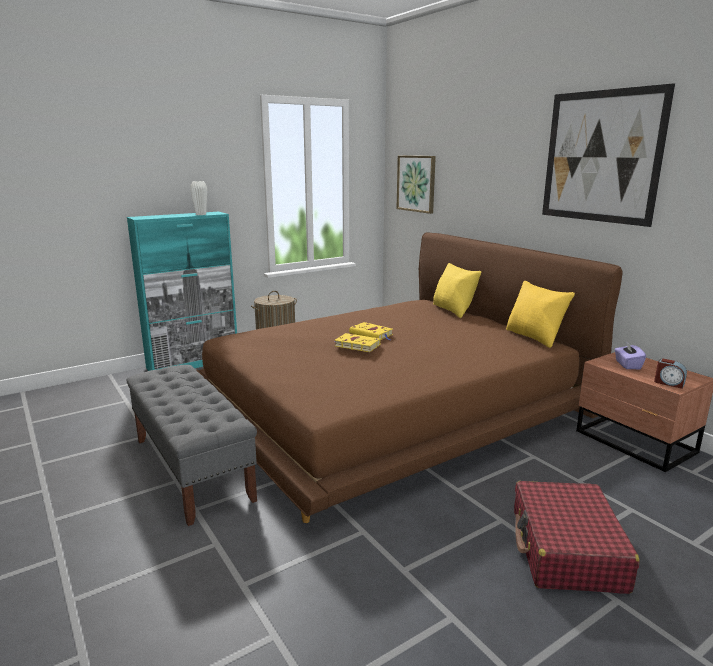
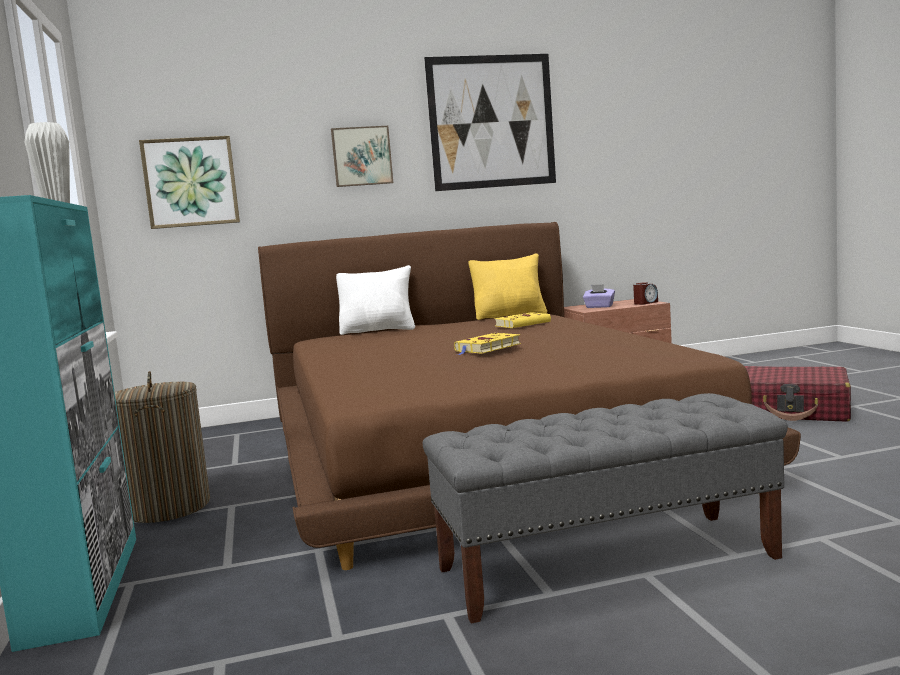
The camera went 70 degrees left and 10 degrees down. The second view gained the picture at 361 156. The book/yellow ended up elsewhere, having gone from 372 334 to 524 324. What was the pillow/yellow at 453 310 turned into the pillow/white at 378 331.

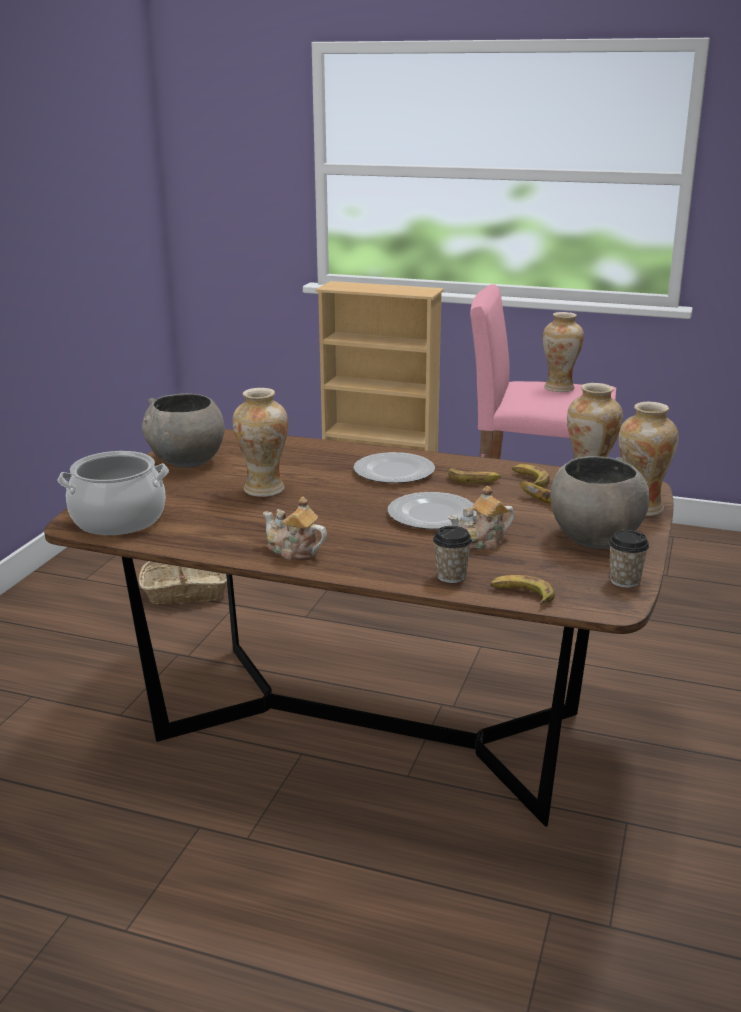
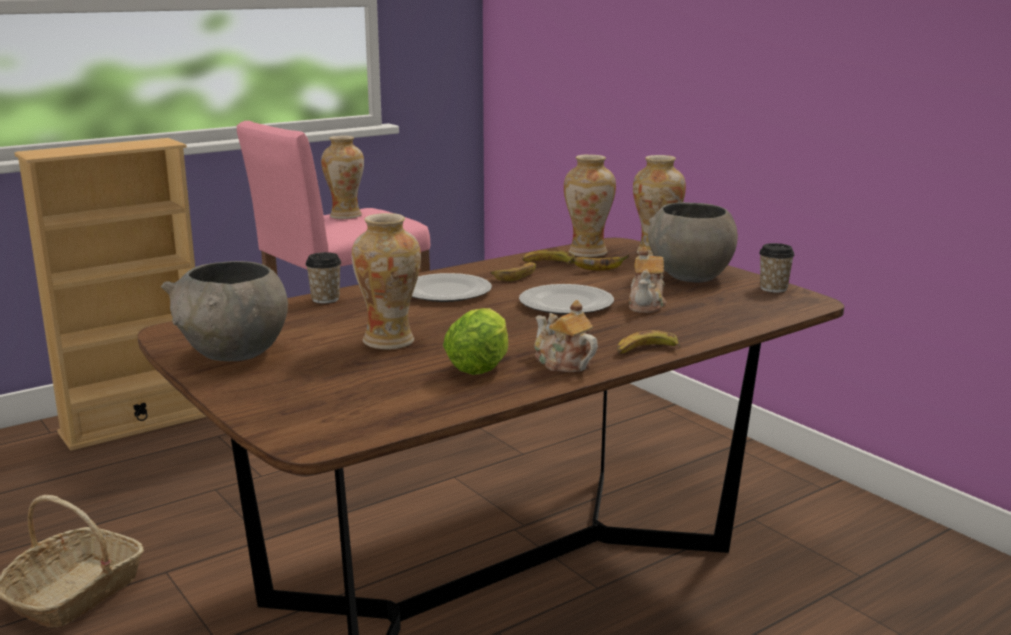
The camera went 55 degrees left and 5 degrees down. The second view lost the cooking pot at 118 520. The second view gained the lettuce at 481 365. The cup ended up elsewhere, having gone from 451 576 to 325 299. The banana ended up elsewhere, having gone from 522 595 to 646 350. The teapot at 293 550 ended up facing another way, 75 degrees clockwise from before.

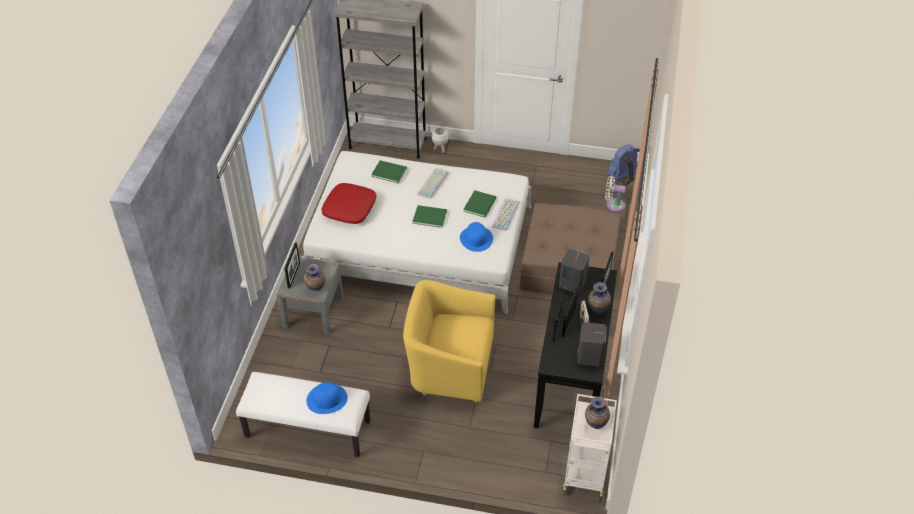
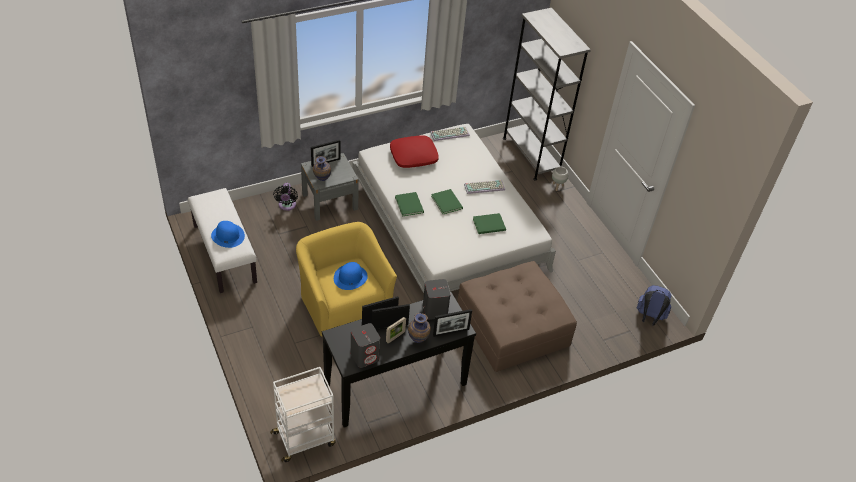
The camera went 50 degrees right and 0 degrees up. The second view lost the vase at 595 425. The second view lost the fan/white at 613 205. The second view gained the fan/black at 287 206. The book/green ended up elsewhere, having gone from 388 171 to 409 204. The hat/blue ended up elsewhere, having gone from 476 239 to 350 277. The keyboard ended up elsewhere, having gone from 505 214 to 450 133.

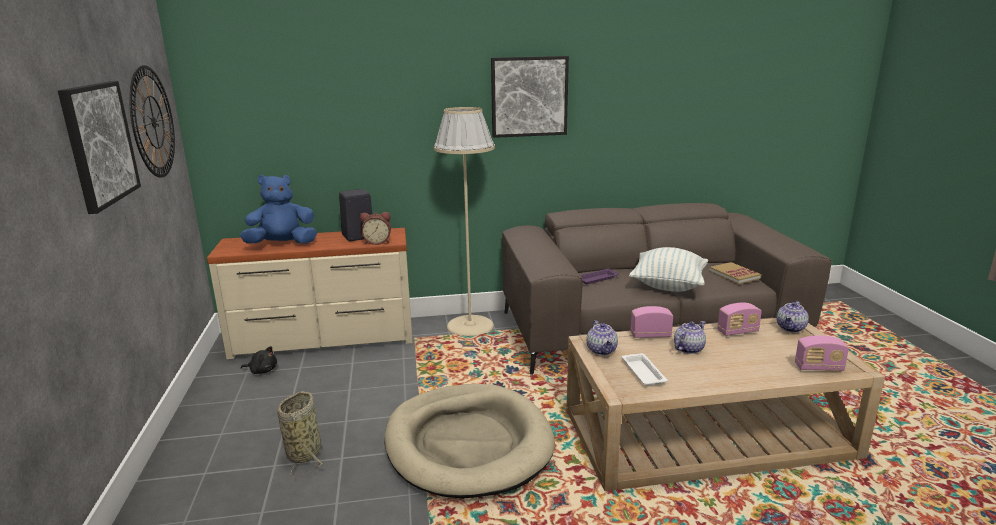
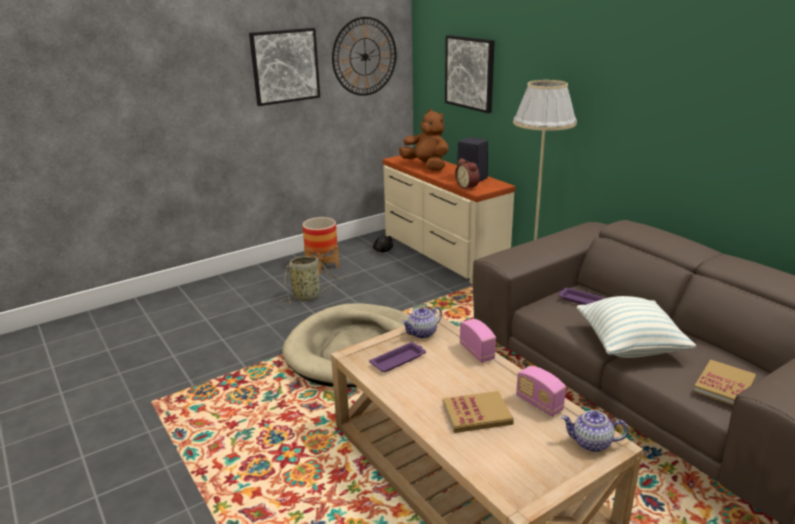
The camera went 65 degrees right and 5 degrees up. The second view lost the teapot at 688 348. The second view lost the radio at 818 367. The second view gained the planter at 322 267. The second view gained the book at 477 414. The picture ended up elsewhere, having gone from 529 96 to 470 73. What was the plush toy/blue at 282 244 turned into the plush toy/brown at 426 166. What was the tray/white at 642 372 turned into the tray/purple at 399 360.

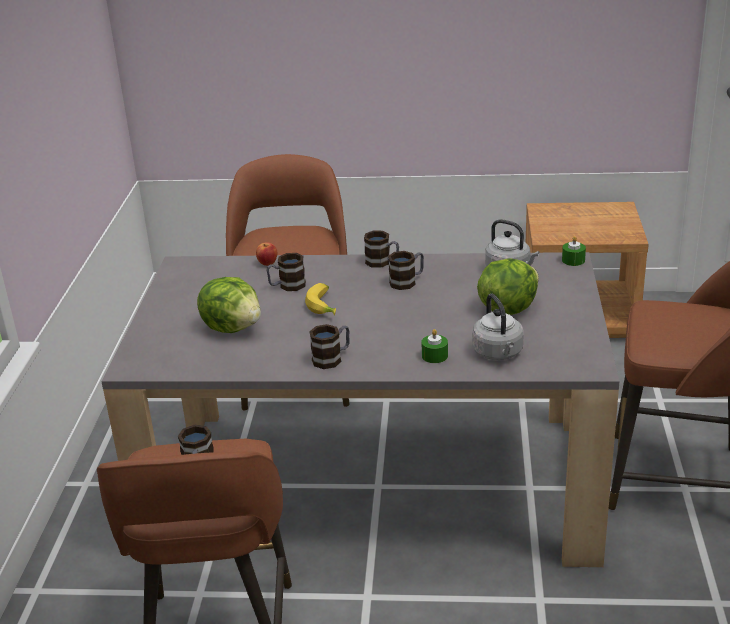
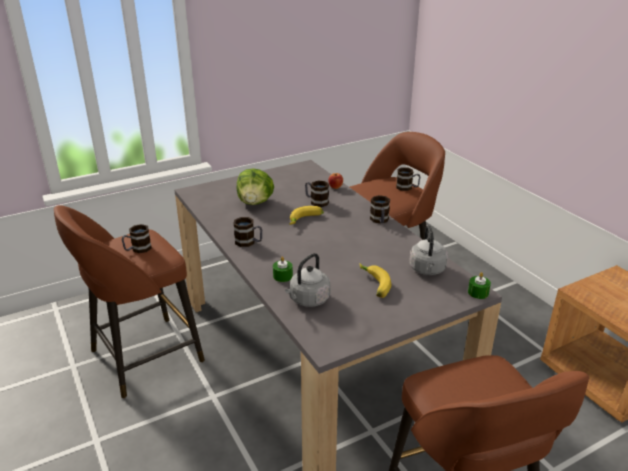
The camera went 55 degrees right and 0 degrees up. The mug ended up elsewhere, having gone from 407 281 to 407 188. Where the lettuce stood at 507 308, the banana came to stand at 373 285.

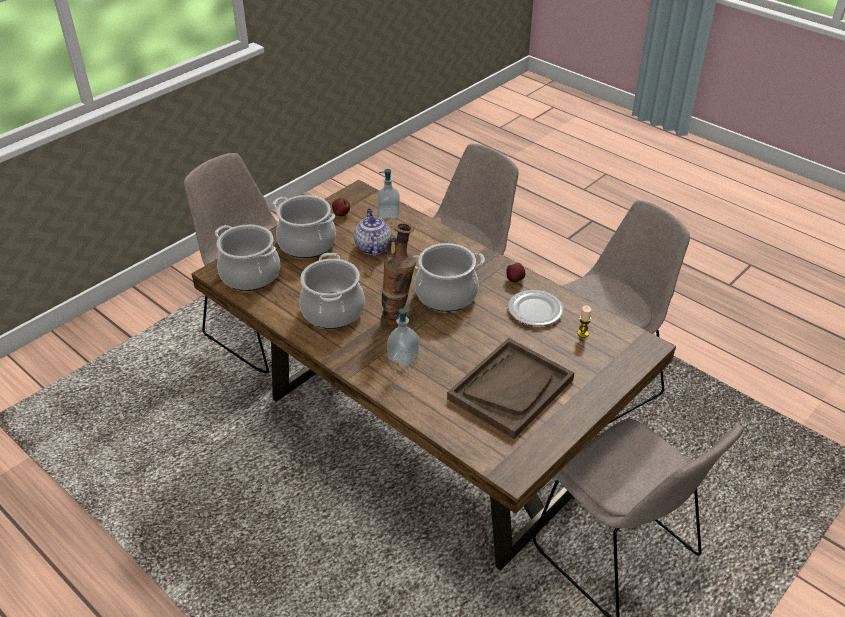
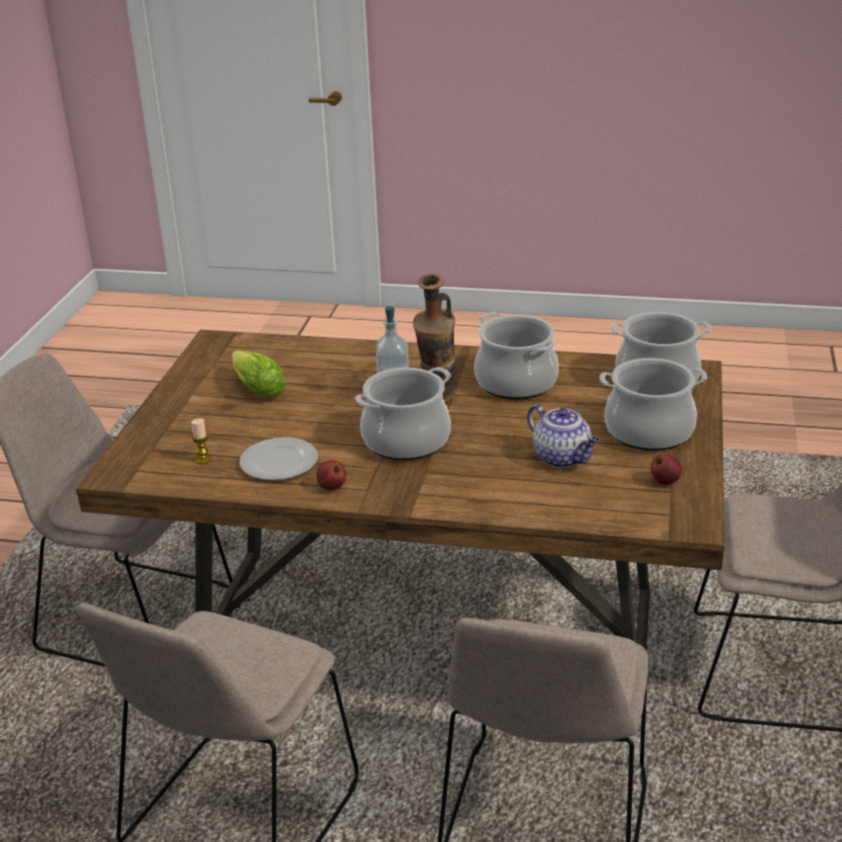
The camera went 150 degrees right and 10 degrees down. The second view lost the soap dispenser at 388 213. Where the tray/brown stood at 510 389, the lettuce came to stand at 256 388.

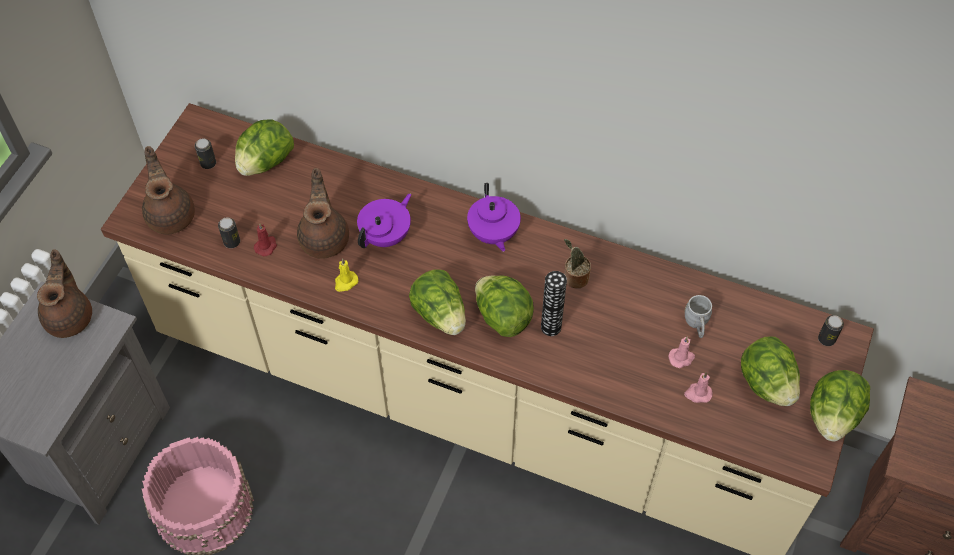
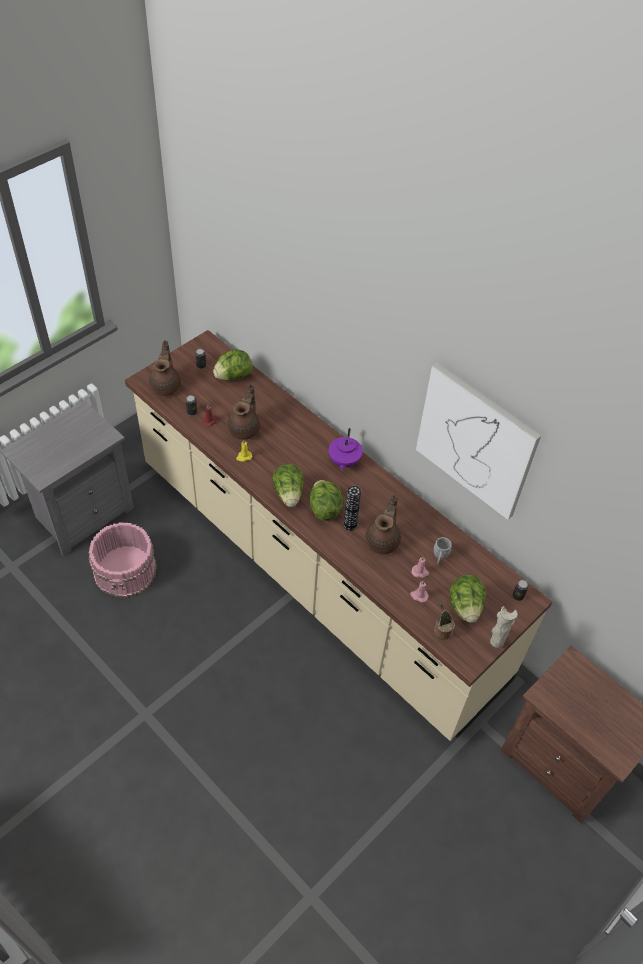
The camera went 20 degrees right and 5 degrees down. The second view lost the teapot/purple at 386 236. The second view gained the picture at 475 441. The teapot/brown ended up elsewhere, having gone from 70 316 to 383 540. The potted plant ended up elsewhere, having gone from 574 277 to 441 631. Where the lettuce stood at 832 416, the vase/beige came to stand at 497 641.

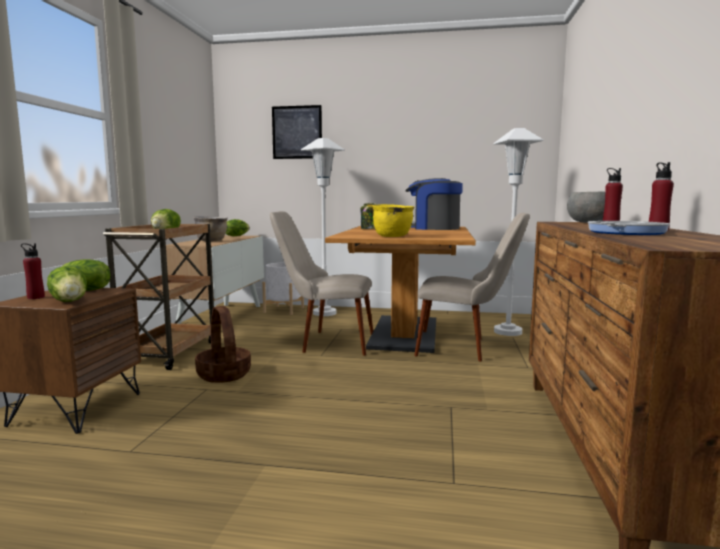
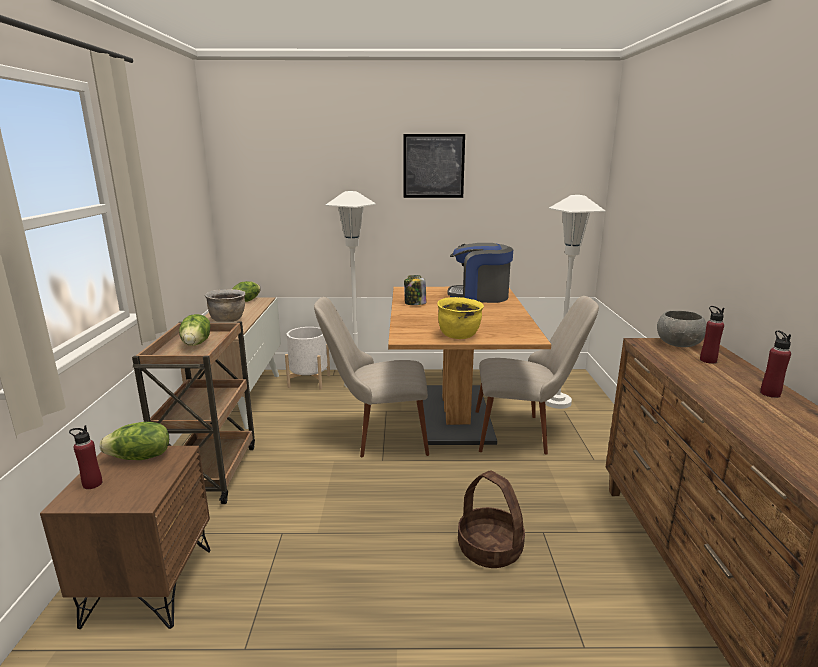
The camera went 10 degrees left and 10 degrees up. The second view lost the lettuce at 70 301. The second view lost the frying pan at 624 233. The basket ended up elsewhere, having gone from 224 374 to 490 548. The picture ended up elsewhere, having gone from 297 132 to 433 166.

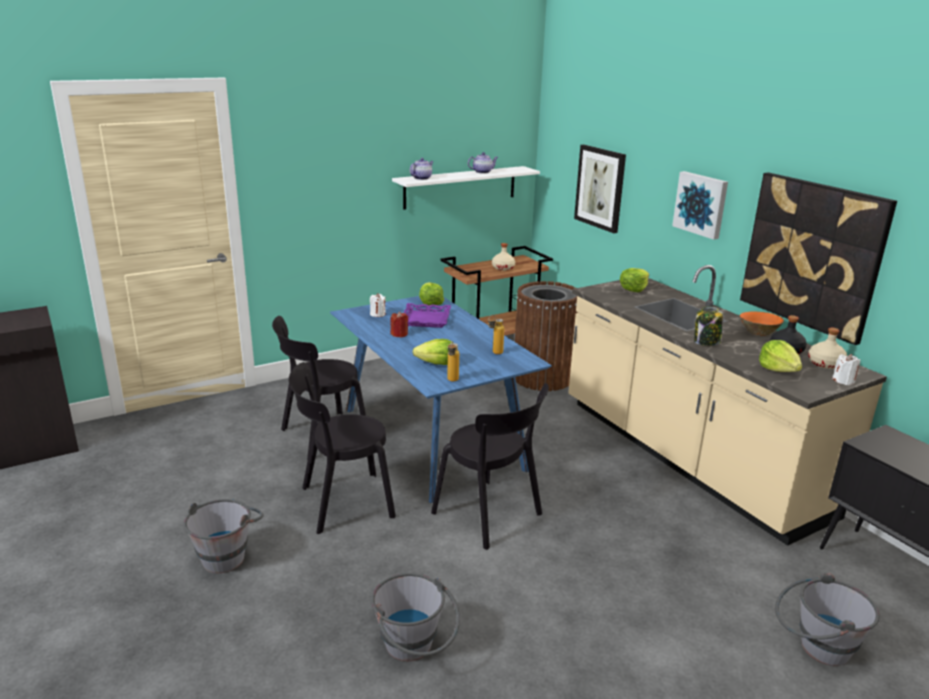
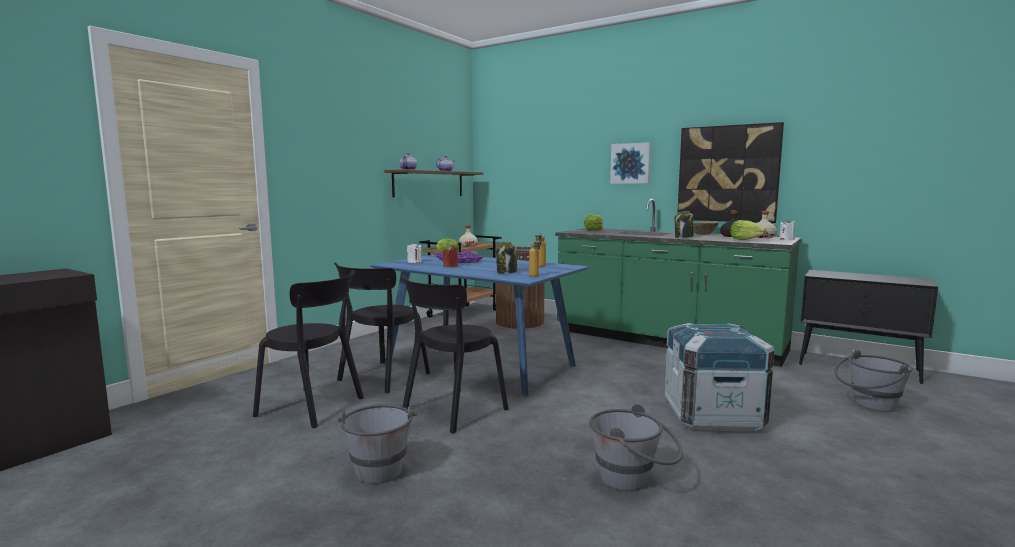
The camera went 25 degrees left and 15 degrees down. The second view lost the picture at 600 188. The second view gained the crate at 712 416. The chair/black ended up elsewhere, having gone from 490 516 to 314 407. Where the lettuce stood at 437 363, the jar came to stand at 507 272. What was the shelf/white at 460 187 turned into the shelf/brown at 429 184. What was the counter/beige at 687 457 turned into the counter/green at 666 341.

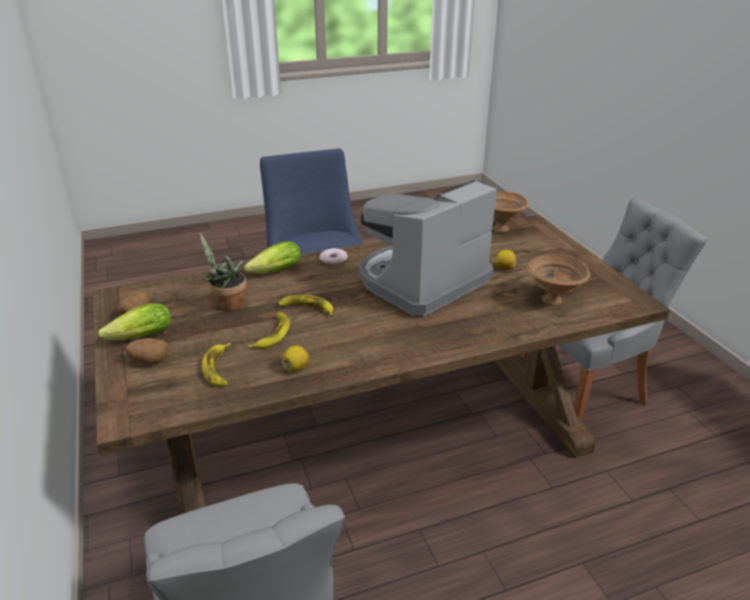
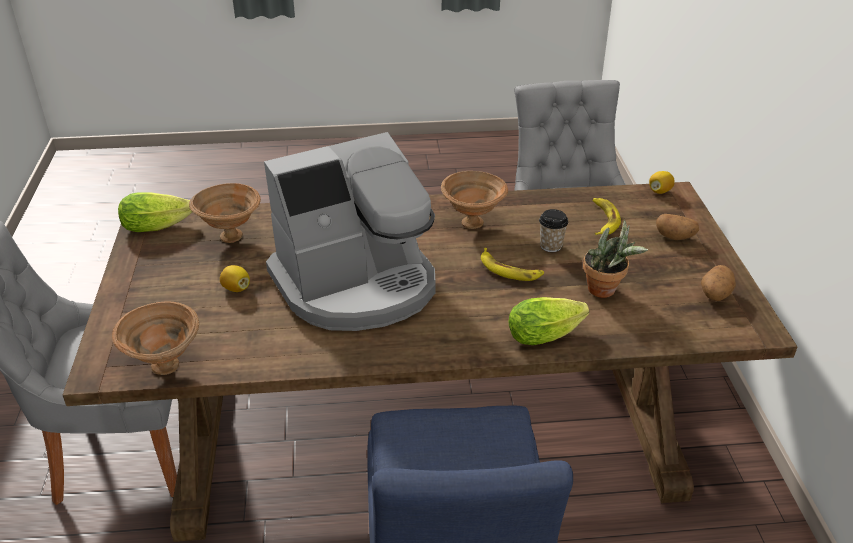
The camera went 165 degrees left and 5 degrees up. The second view lost the donut at 333 259. The second view gained the bowl/brown at 472 222. The lettuce ended up elsewhere, having gone from 137 338 to 160 225. The lemon ended up elsewhere, having gone from 296 368 to 659 191. Where the banana stood at 273 334, the cup came to stand at 551 246.

